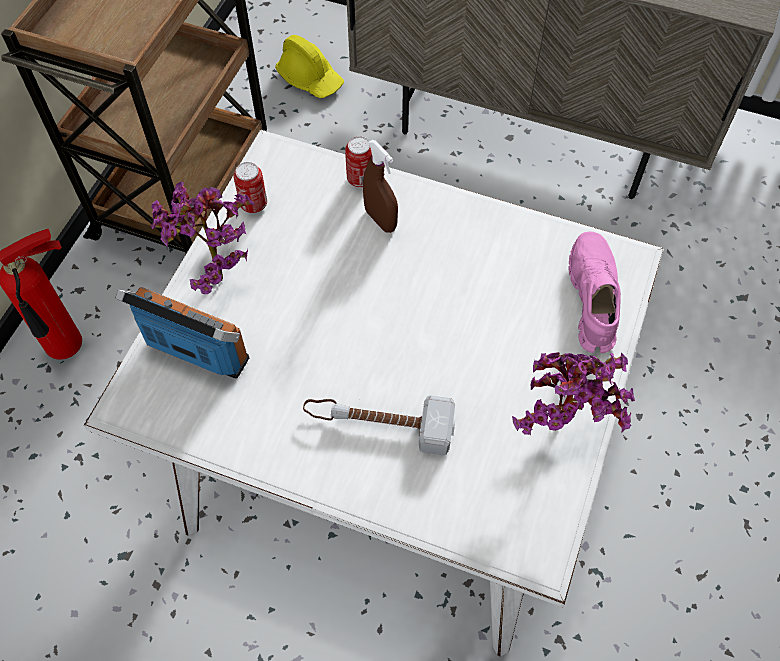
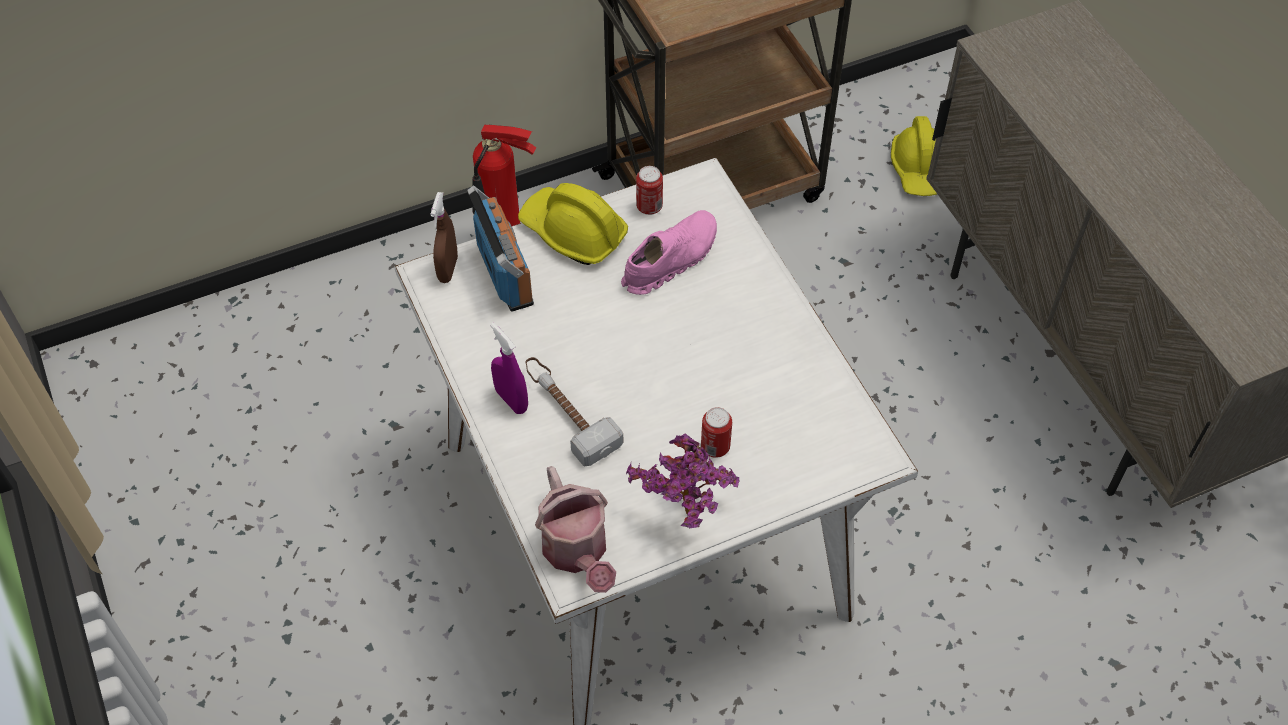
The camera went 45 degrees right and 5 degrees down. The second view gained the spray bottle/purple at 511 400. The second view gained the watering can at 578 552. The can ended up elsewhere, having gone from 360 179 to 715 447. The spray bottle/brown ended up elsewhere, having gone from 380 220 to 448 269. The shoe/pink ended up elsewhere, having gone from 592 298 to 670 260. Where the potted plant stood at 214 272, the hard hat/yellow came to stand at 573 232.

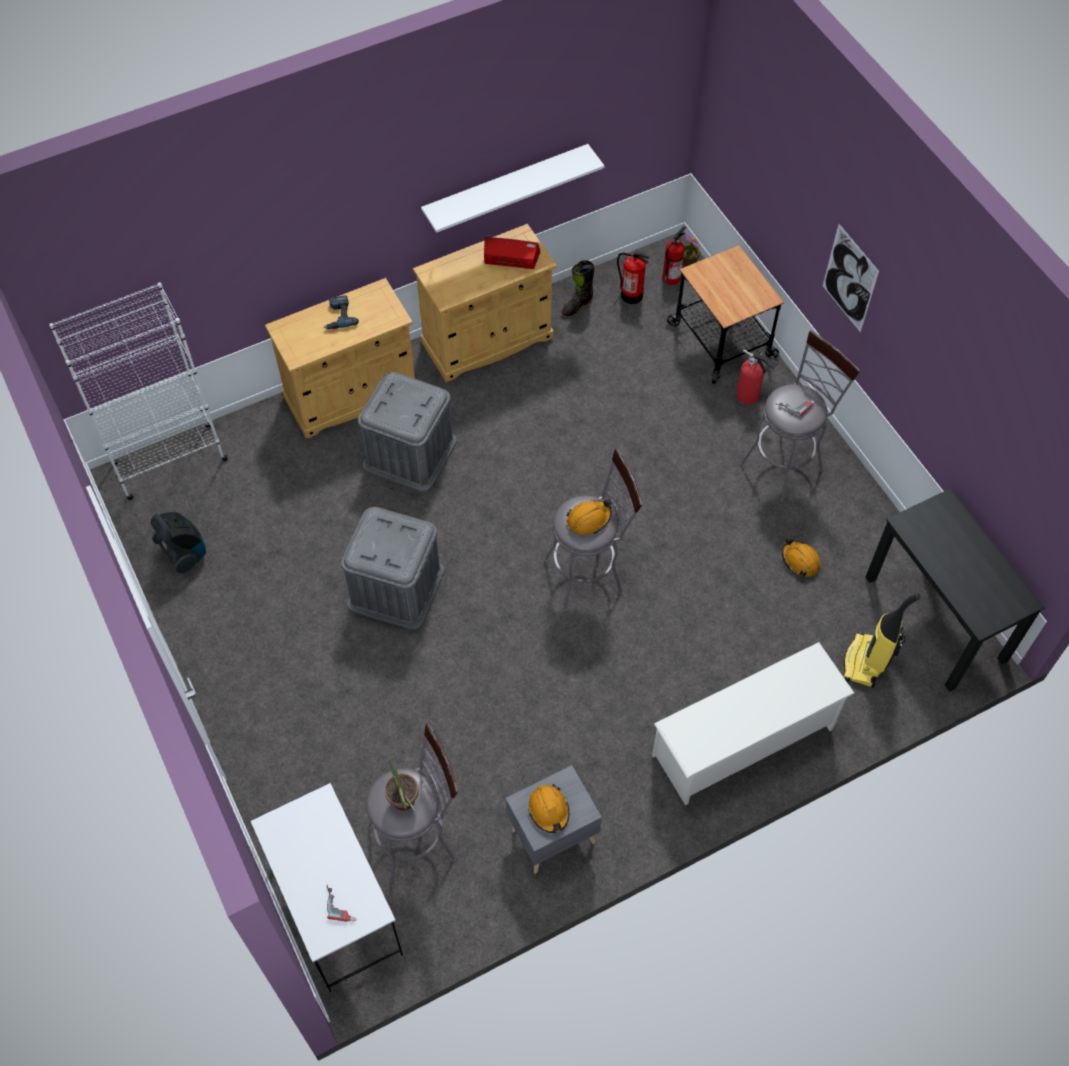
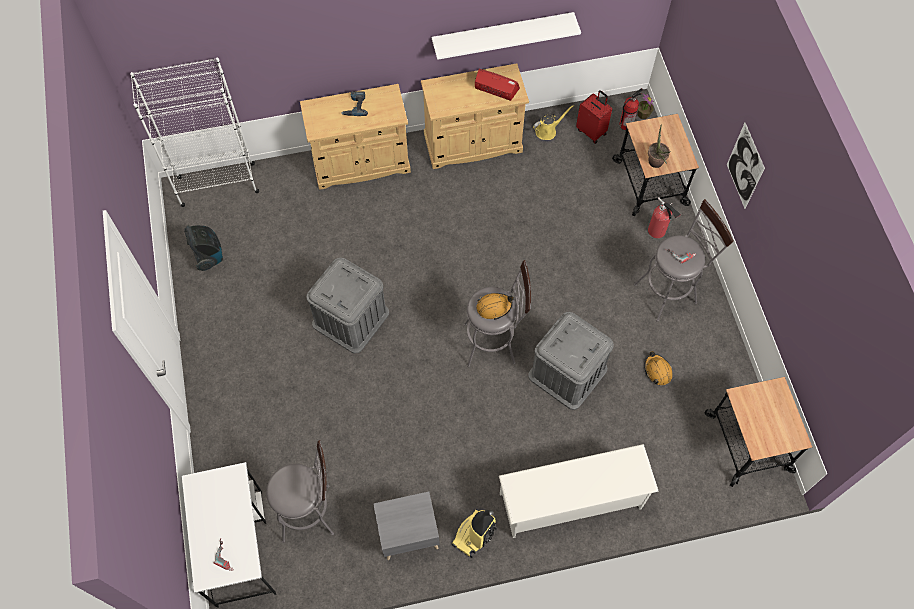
The camera went 15 degrees right and 5 degrees up. The second view lost the hard hat/orange at 549 810. The storage box/grey ended up elsewhere, having gone from 410 453 to 567 372. The potted plant ended up elsewhere, having gone from 405 804 to 656 164. The vacuum cleaner ended up elsewhere, having gone from 865 662 to 474 535. Where the boot/black stood at 577 305, the watering can/yellow came to stand at 548 131. Where the fire extinguisher stood at 631 295, the suitcase/red came to stand at 591 131. Where the desk/black stood at 936 618, the cart came to stand at 749 442.

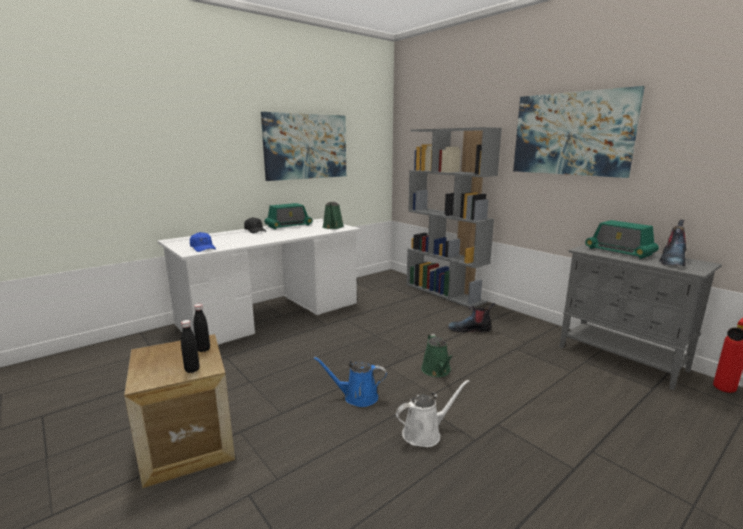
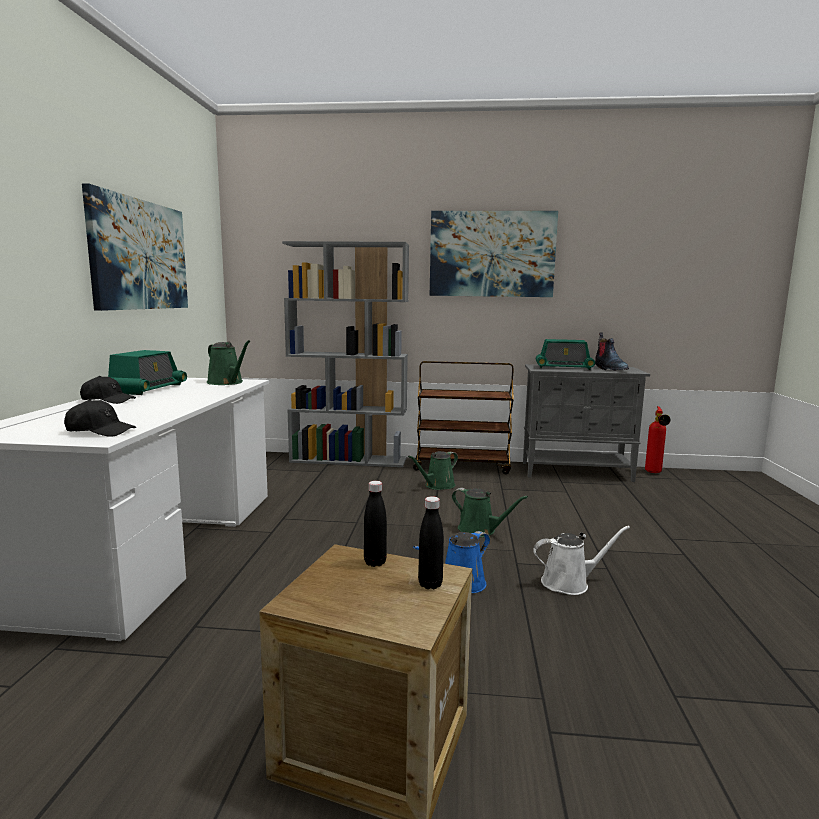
The camera went 45 degrees left and 5 degrees down. The second view gained the cart/brown at 462 466. Where the boot stood at 470 329, the watering can/green came to stand at 437 486. What was the cap/blue at 203 248 turned into the cap/black at 100 431. The watering can/white at 425 433 ended up facing another way, 60 degrees clockwise from before.

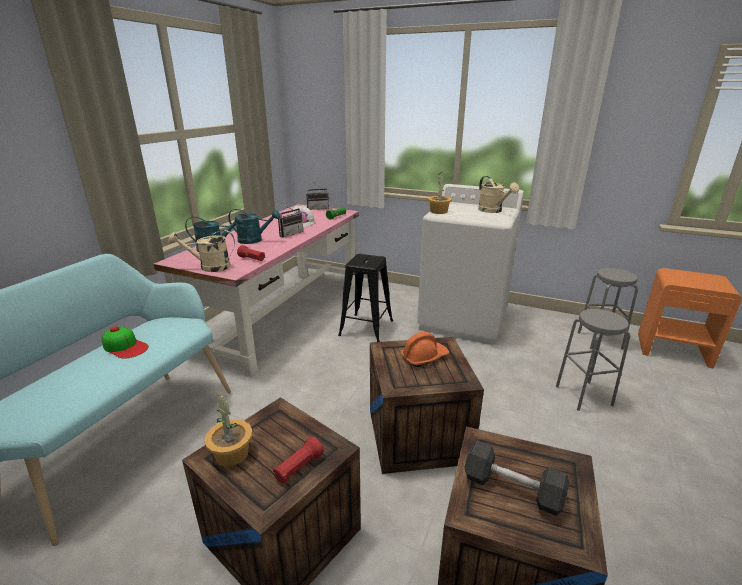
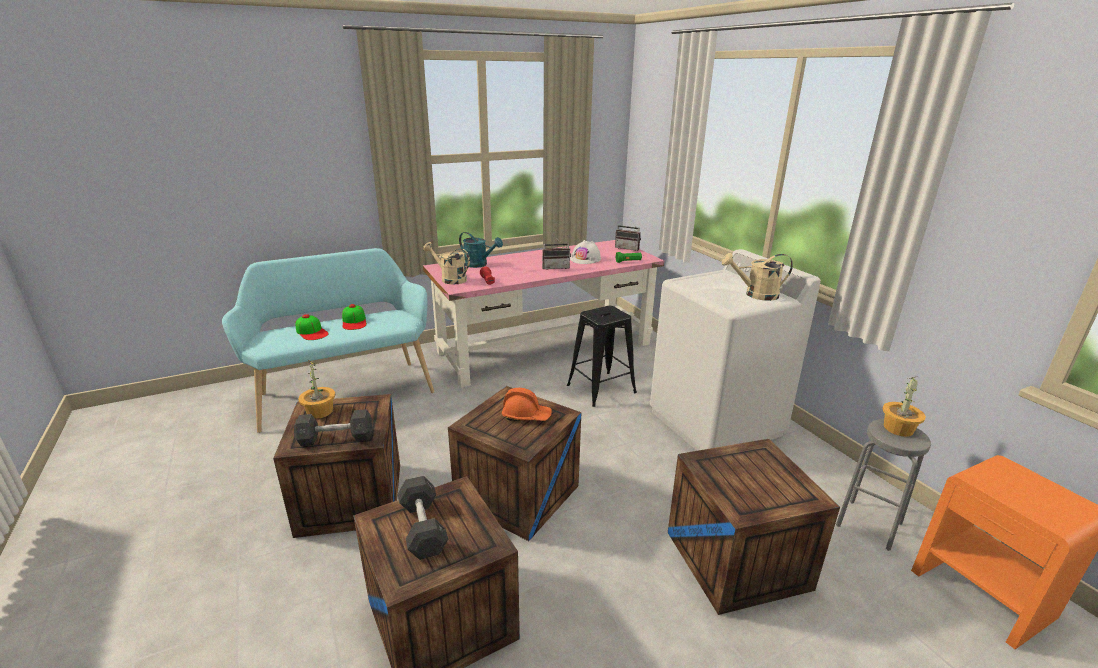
The camera went 40 degrees right and 0 degrees up. The second view lost the watering can/turquoise at 254 240. The second view gained the cap at 312 332. The potted plant ended up elsewhere, having gone from 439 211 to 898 429. Where the flashlight/red stood at 298 468, the dumbbell/grey came to stand at 336 438. Where the stool/grey stood at 583 395, the crate came to stand at 737 560. The watering can/beige at 493 211 ended up facing another way, 75 degrees clockwise from before.

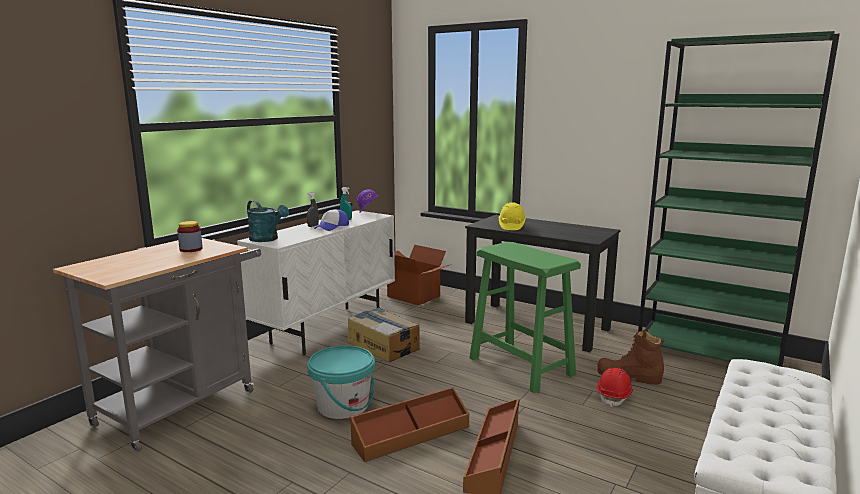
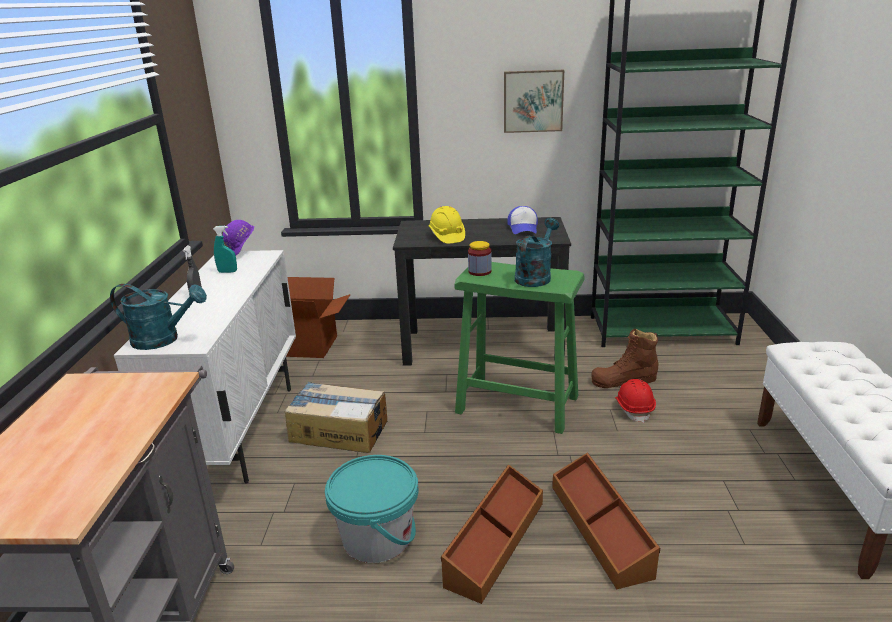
The camera went 30 degrees left and 10 degrees up. The second view gained the picture at 533 101. The second view gained the watering can/turquoise at 535 276. The jar ended up elsewhere, having gone from 191 249 to 479 272. The cap ended up elsewhere, having gone from 332 227 to 523 228.

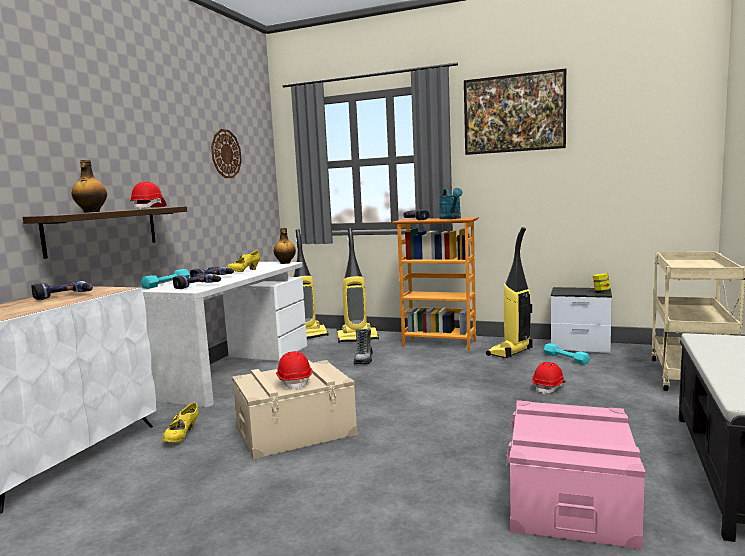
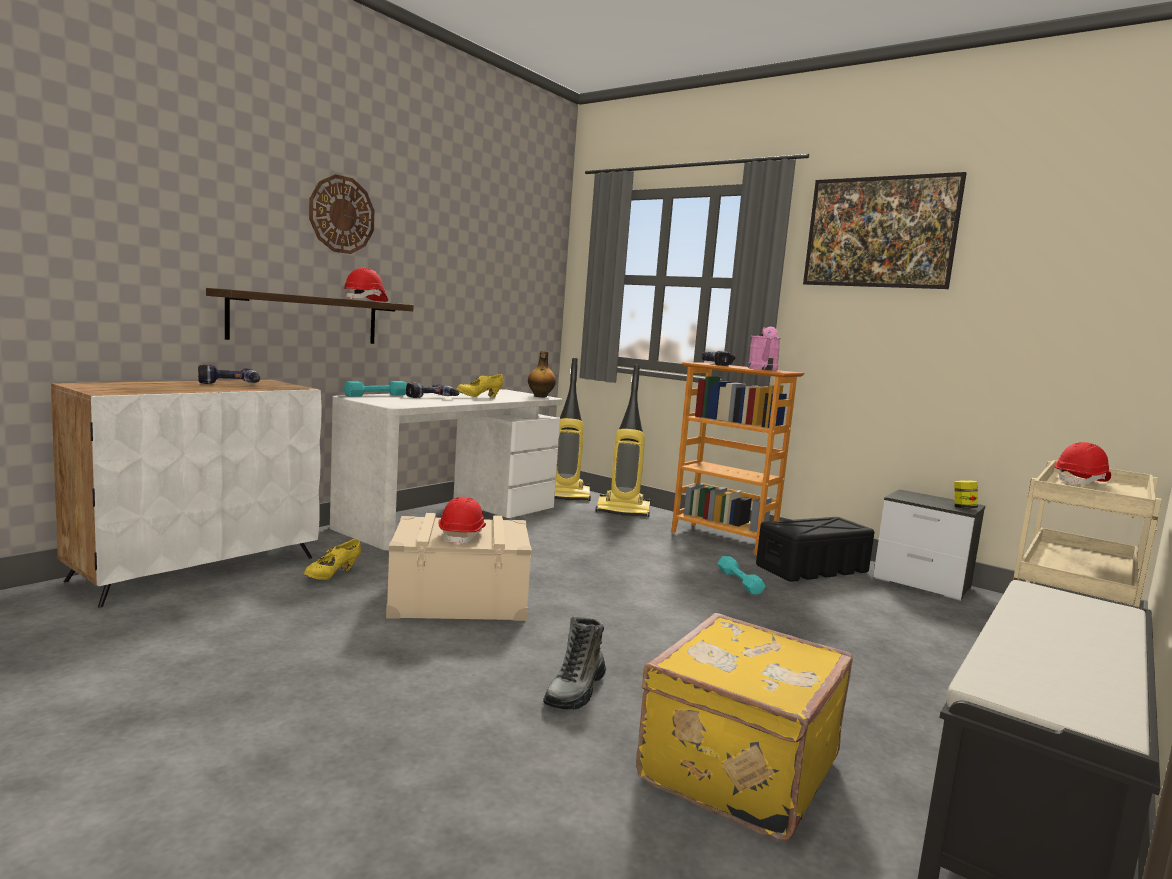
The camera went 15 degrees right and 0 degrees up. The second view lost the bottle at 91 212. The second view lost the power drill at 197 287. The wall clock ended up elsewhere, having gone from 226 154 to 342 214. The boot ended up elsewhere, having gone from 364 360 to 575 691. The hard hat/red ended up elsewhere, having gone from 549 387 to 1081 482. The dumbbell/turquoise ended up elsewhere, having gone from 566 358 to 739 581. Where the vacuum cleaner stood at 510 352, the storage box/black came to stand at 811 569. Where the storage box/pink stood at 571 499, the suitcase/yellow came to stand at 735 768. What was the watering can/turquoise at 451 218 turned into the watering can/pink at 763 369.

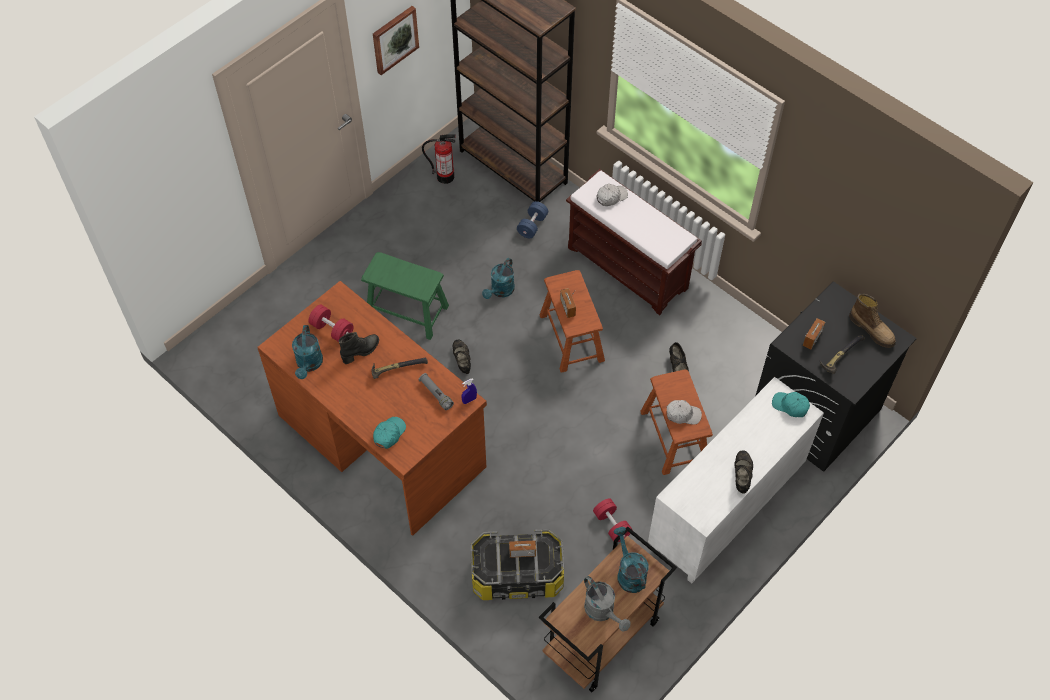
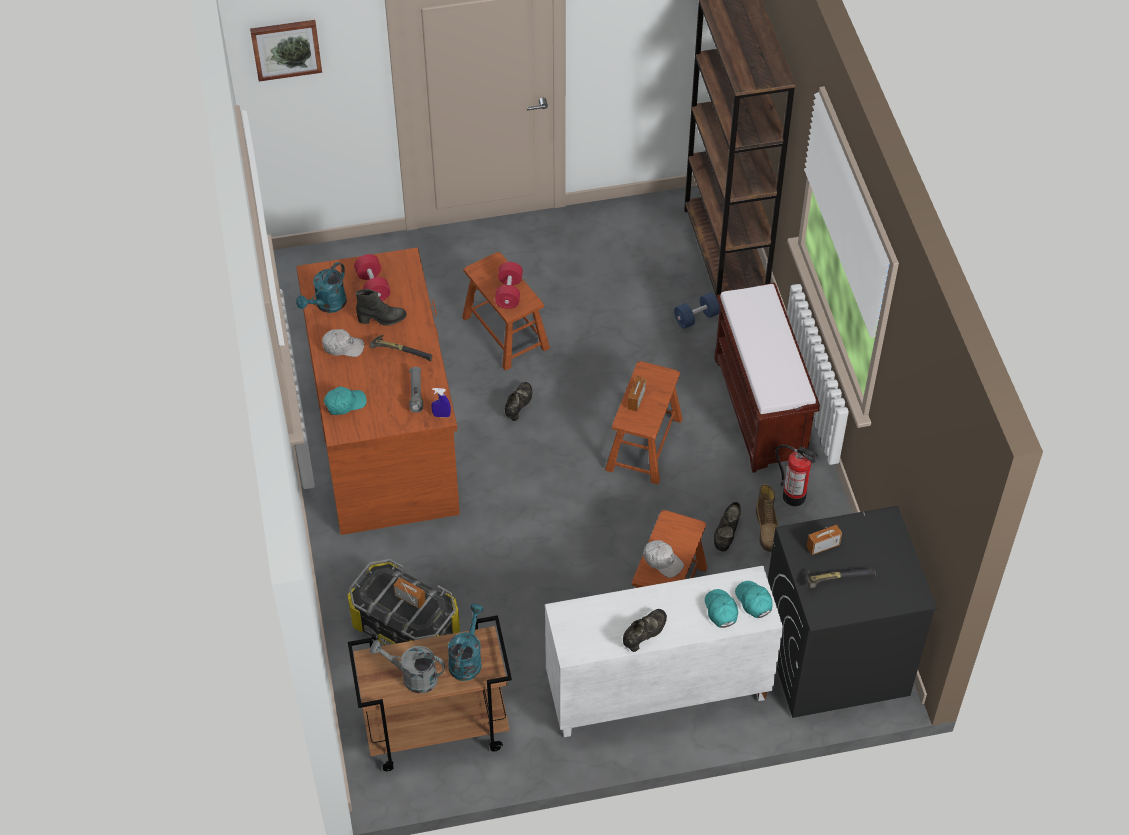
The camera went 35 degrees right and 5 degrees down. The second view lost the watering can/turquoise at 500 291. The second view gained the cap/turquoise at 721 610. The picture ended up elsewhere, having gone from 394 39 to 286 48. The fire extinguisher ended up elsewhere, having gone from 445 176 to 794 496. The dumbbell/red ended up elsewhere, having gone from 612 525 to 509 293. The cap/white ended up elsewhere, having gone from 611 197 to 343 347. The boot ended up elsewhere, having gone from 872 330 to 767 529. What was the stool/green at 407 311 turned into the stool/brown at 505 332. The watering can/grey at 603 612 ended up facing another way, 105 degrees clockwise from before.

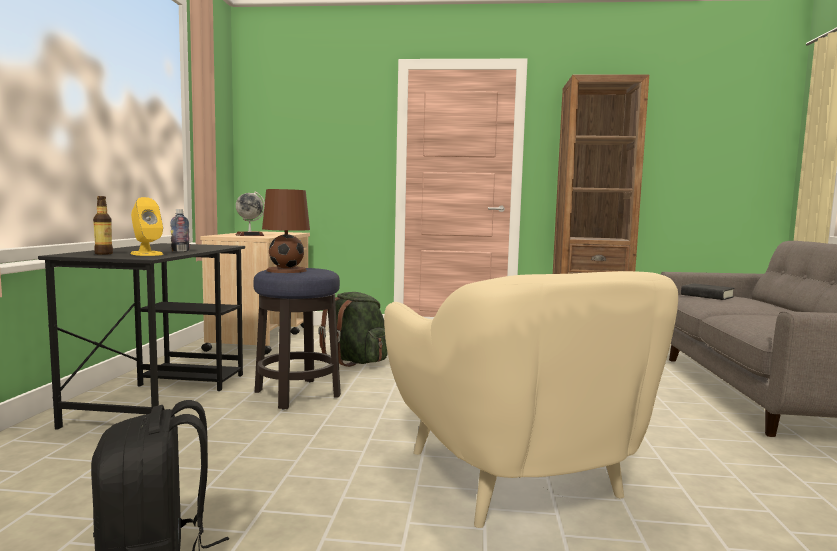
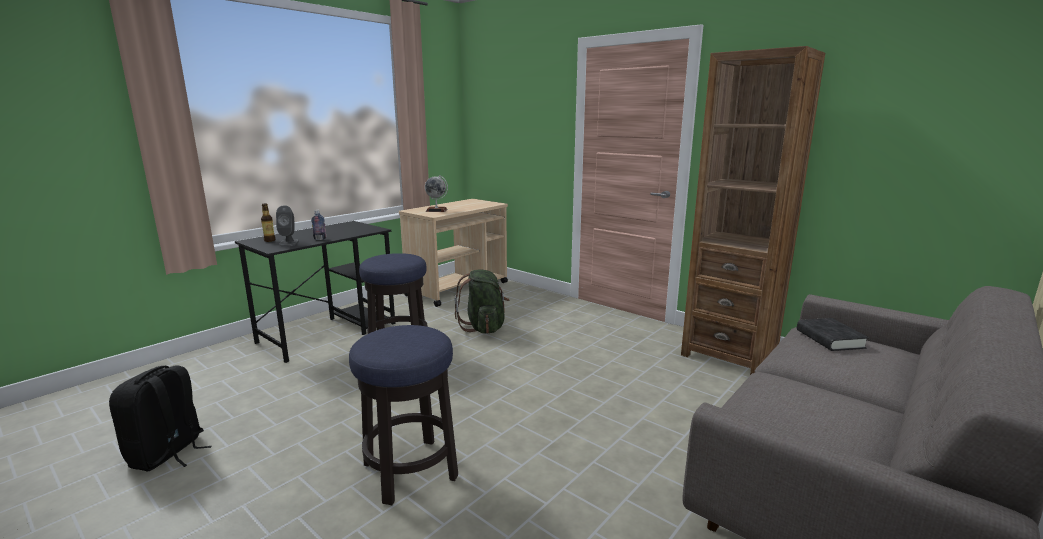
The camera went 35 degrees right and 10 degrees up. The second view lost the table lamp/brown at 286 270. Where the armchair/beige stood at 515 476, the stool came to stand at 410 471. What was the speaker/yellow at 146 254 turned into the speaker/grey at 289 243.

